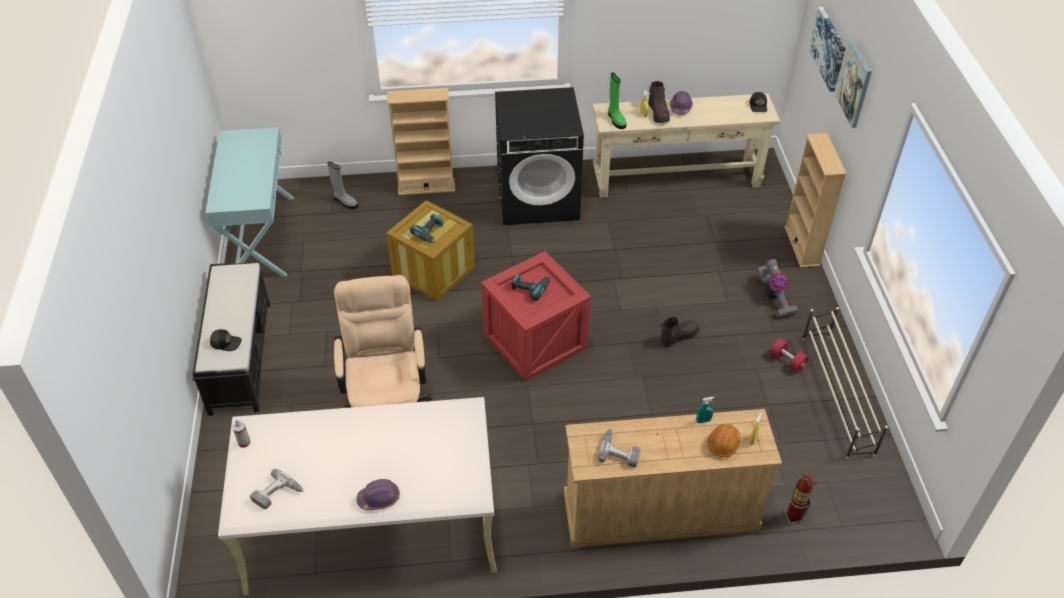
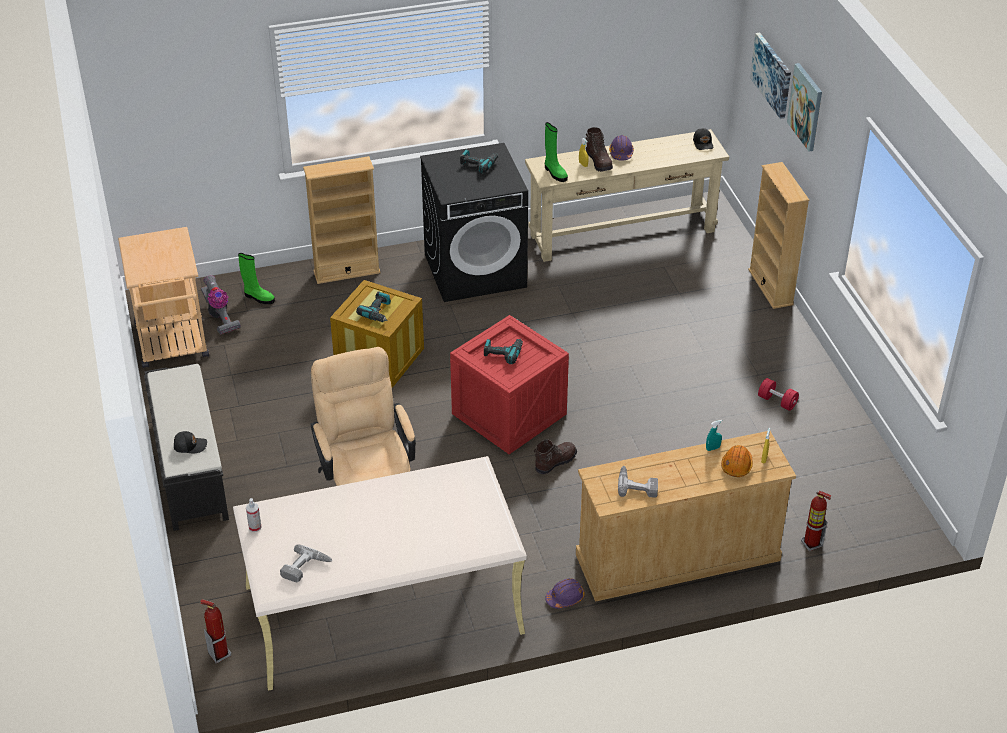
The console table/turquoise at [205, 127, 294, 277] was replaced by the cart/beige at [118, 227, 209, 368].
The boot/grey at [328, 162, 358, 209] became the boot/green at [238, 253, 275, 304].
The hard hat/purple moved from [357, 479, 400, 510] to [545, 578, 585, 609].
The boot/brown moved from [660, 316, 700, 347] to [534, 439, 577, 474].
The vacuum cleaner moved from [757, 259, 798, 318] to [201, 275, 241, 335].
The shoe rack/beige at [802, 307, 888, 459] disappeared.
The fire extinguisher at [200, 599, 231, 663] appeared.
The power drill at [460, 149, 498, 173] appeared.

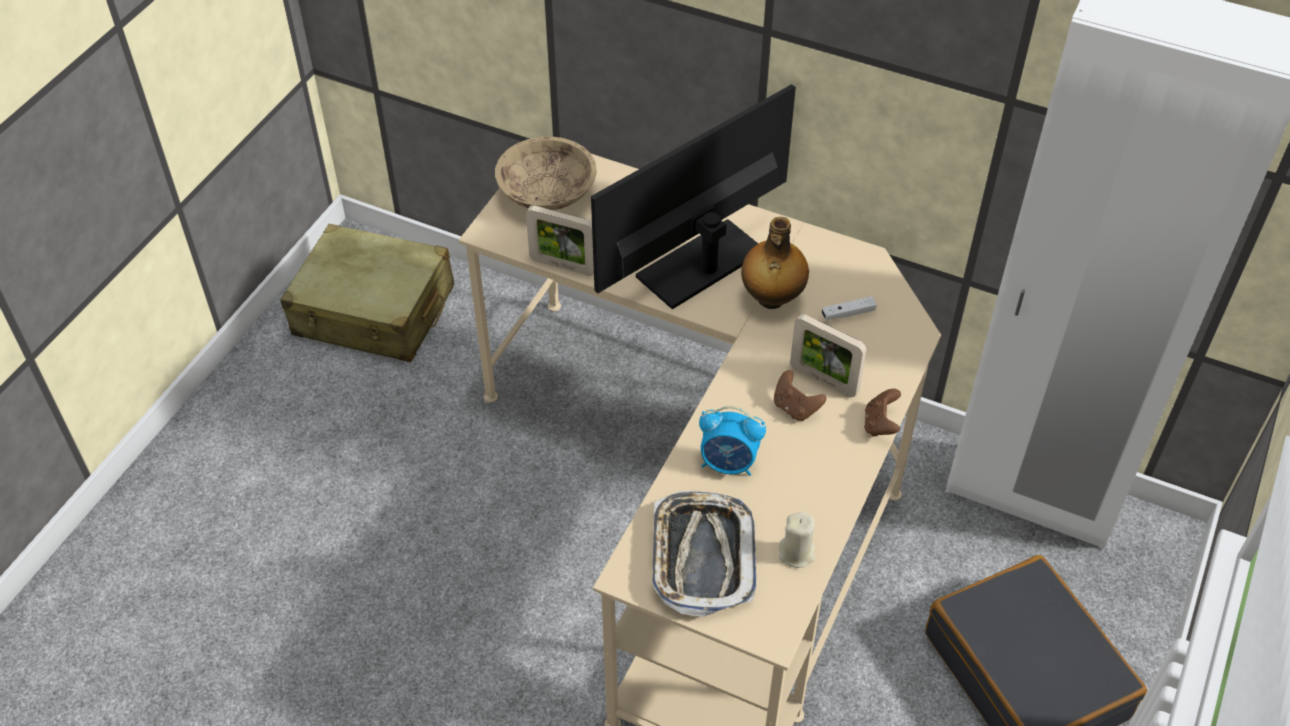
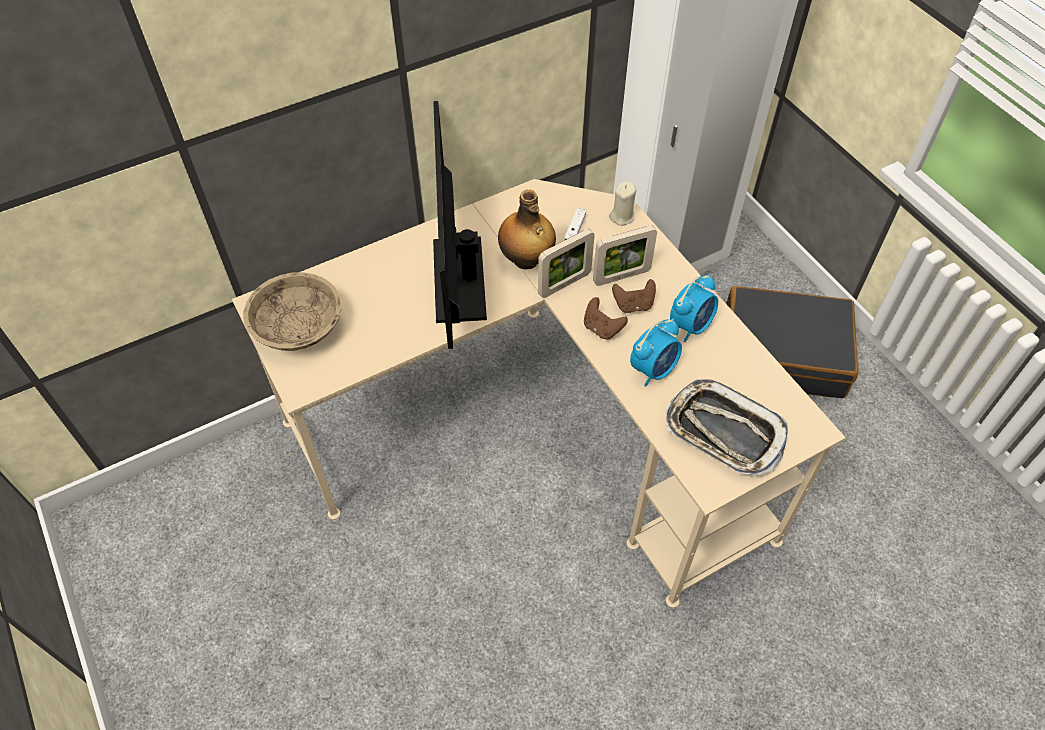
The suitcase/beige at [280, 224, 454, 362] disappeared.
The picture frame moved from [526, 205, 594, 276] to [538, 229, 595, 298].
The candle/beige moved from [779, 512, 815, 568] to [609, 181, 636, 226].
The game controller/brown moved from [864, 389, 901, 437] to [584, 297, 628, 340].
The alarm clock at [670, 274, 718, 342] appeared.

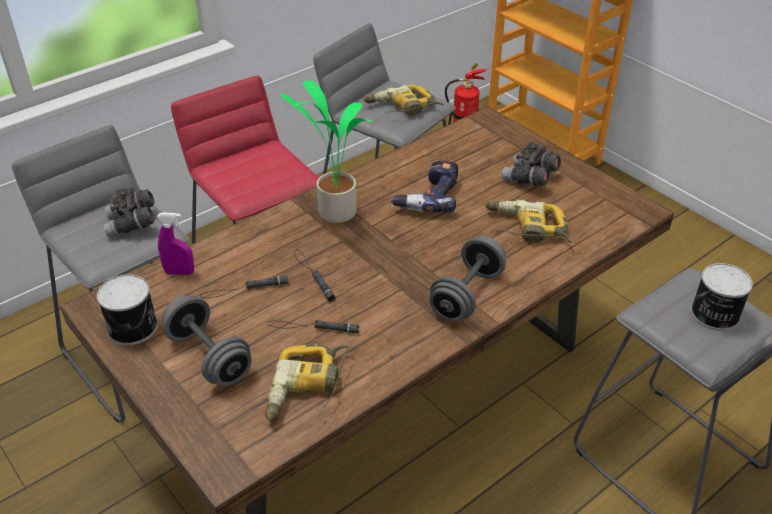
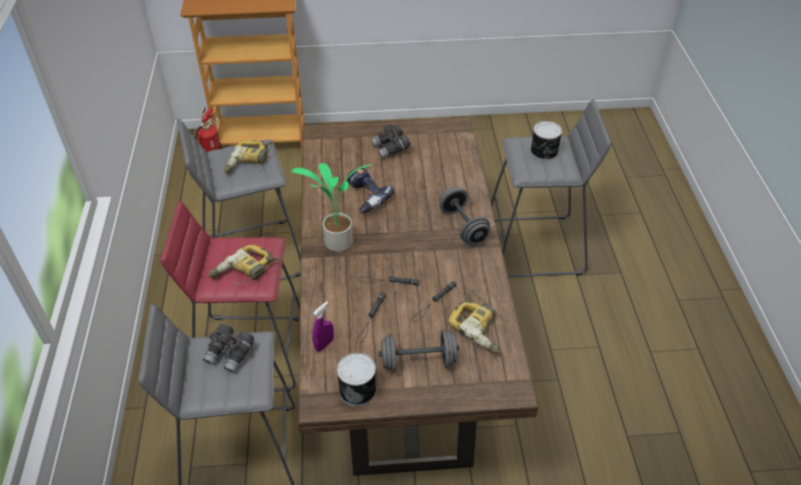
The power drill moved from [485, 199, 572, 243] to [208, 245, 283, 286].

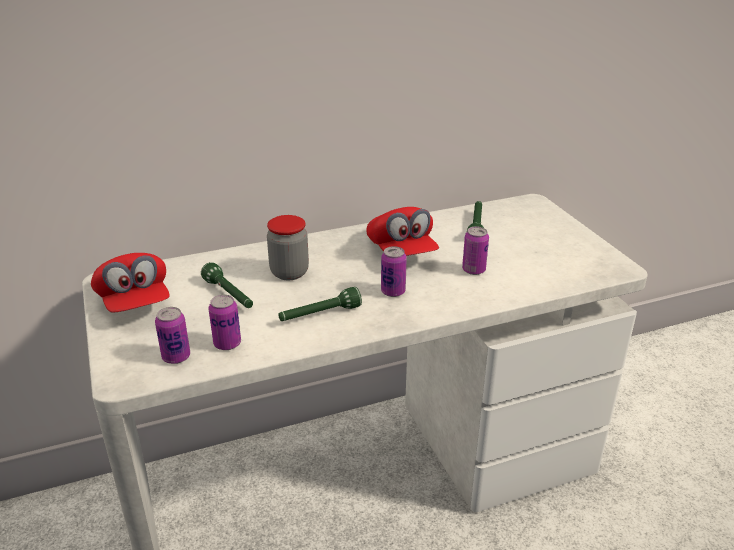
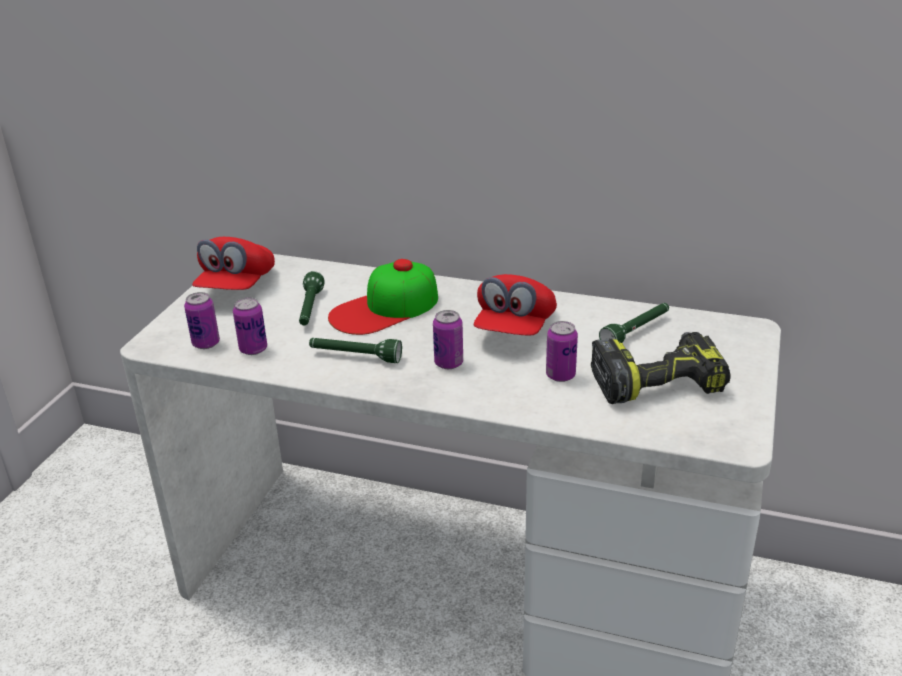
The jar at [267, 215, 309, 280] was replaced by the cap at [328, 259, 438, 335].
The power drill at [591, 332, 731, 404] appeared.

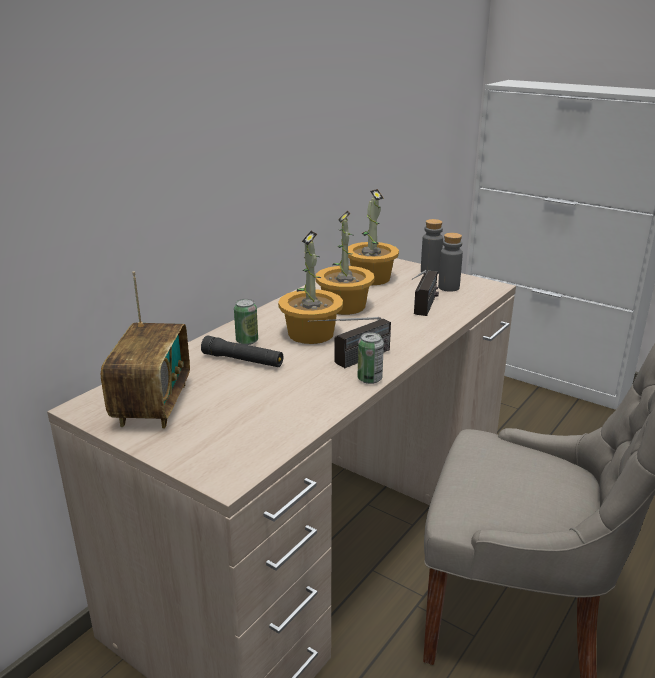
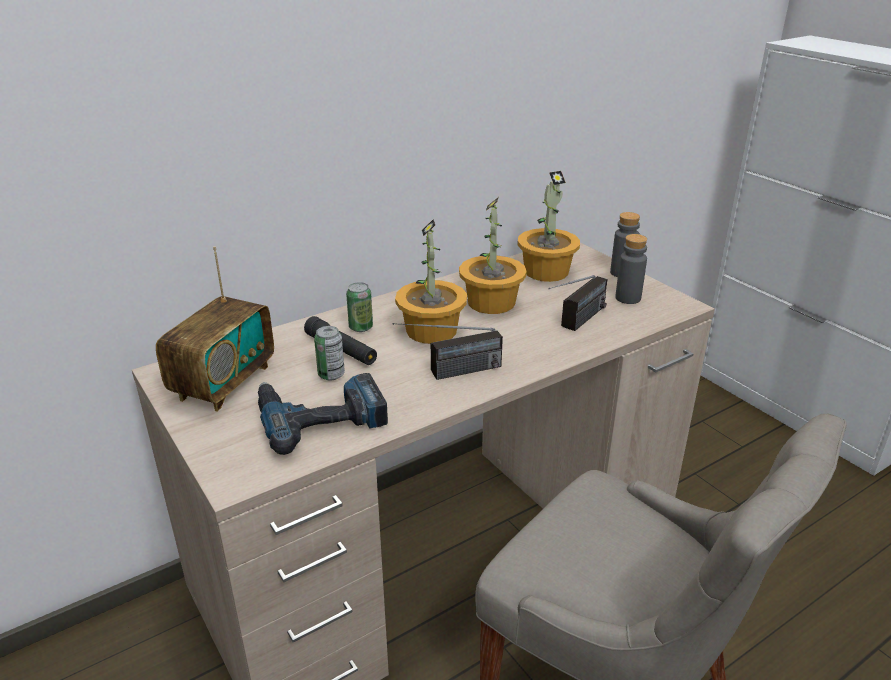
The can moved from [358, 333, 384, 384] to [314, 326, 345, 380].
The power drill at [258, 373, 388, 455] appeared.

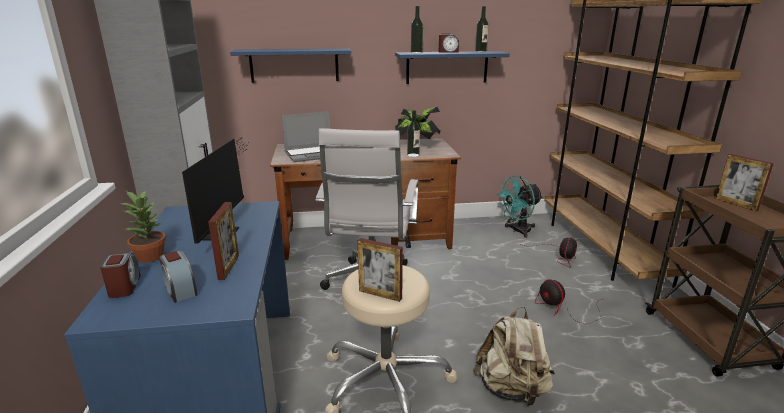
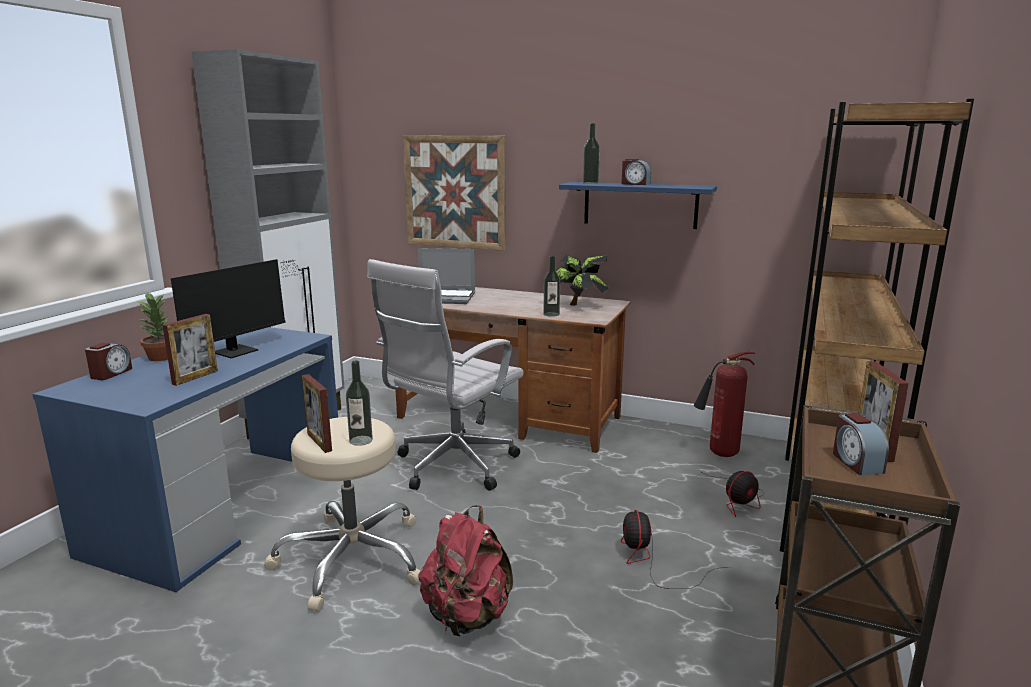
The alarm clock moved from [159, 251, 198, 303] to [833, 413, 889, 475].
The shelf/blue at [230, 48, 351, 83] was replaced by the picture at [403, 135, 506, 251].
The backpack/beige at [473, 306, 555, 406] became the backpack/red at [418, 505, 513, 636].
The bottle moved from [475, 6, 489, 52] to [346, 361, 373, 446].
The fan/turquoise at [495, 176, 543, 238] was replaced by the fire extinguisher at [694, 352, 755, 457].

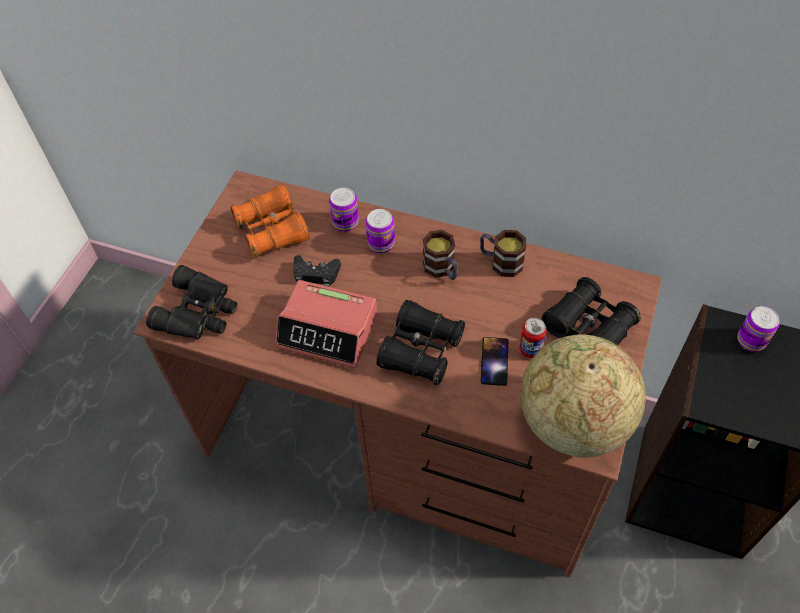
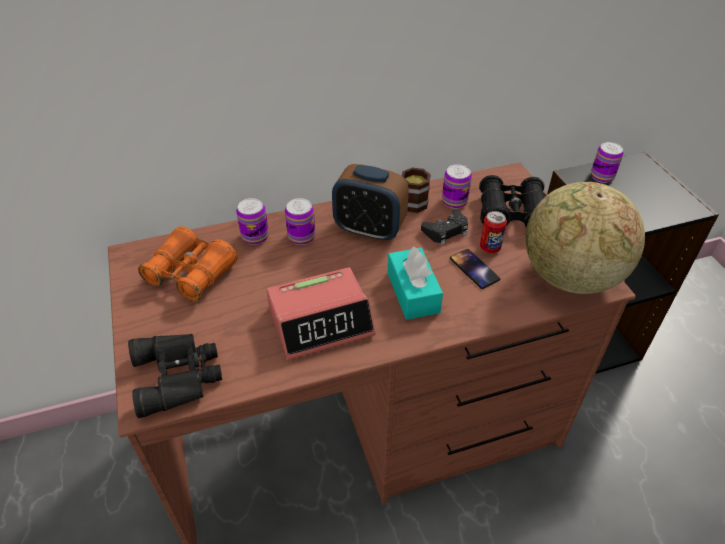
The game controller/black moved from [293, 255, 341, 287] to [421, 210, 468, 245].
The binoculars/black at [377, 300, 465, 385] was replaced by the tissue box/turquoise at [388, 246, 443, 320].
The mug at [423, 230, 458, 280] was replaced by the alarm clock at [332, 164, 409, 242].
The can at [442, 164, 472, 209] appeared.

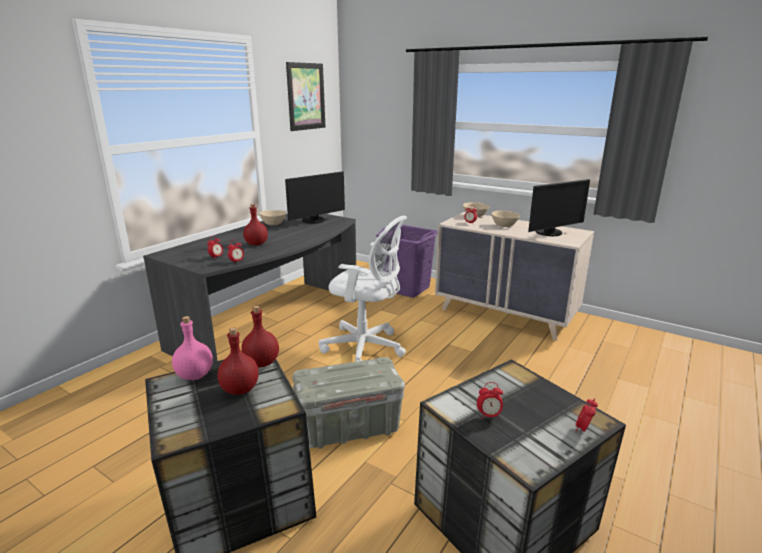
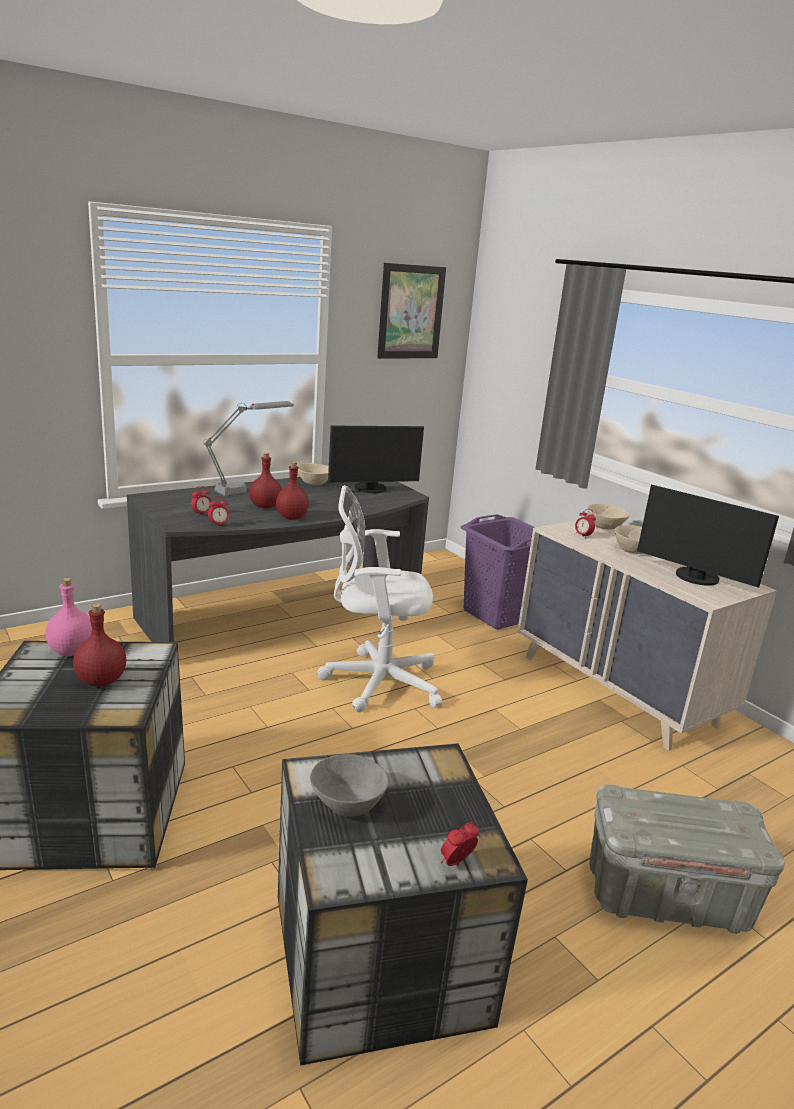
The bottle/red moved from [241, 306, 279, 368] to [276, 462, 309, 519].
The storage box/grey moved from [293, 357, 405, 449] to [589, 785, 785, 934].
The office chair/white at [319, 215, 407, 362] turned 135 degrees clockwise.
The alarm clock at [477, 382, 503, 420] was replaced by the bowl/grey at [310, 754, 389, 817].
The monitor at [528, 179, 590, 236] turned 45 degrees clockwise.
The table lamp/grey at [203, 401, 294, 496] appeared.

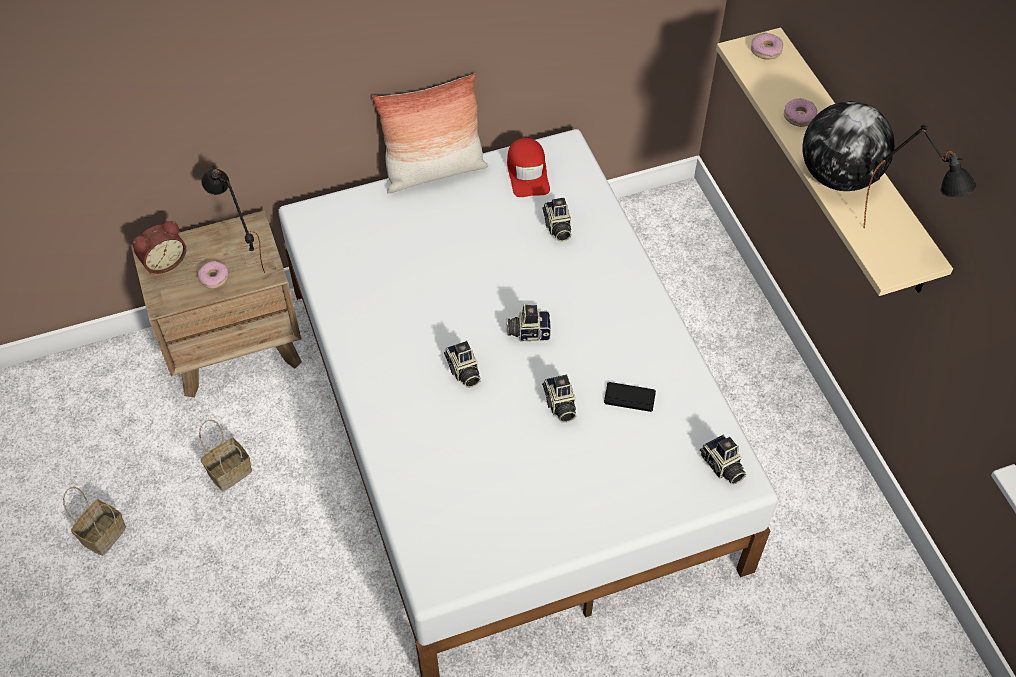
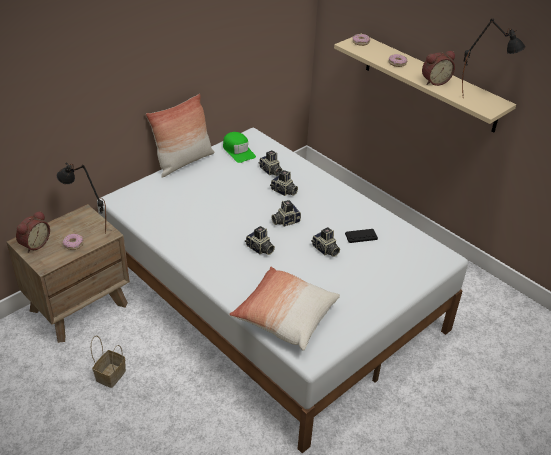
The basket at [63, 487, 126, 556] disappeared.
The cap/red at [507, 138, 550, 197] became the cap/green at [223, 132, 256, 163].
The photo camera moved from [700, 434, 746, 485] to [270, 170, 298, 196].
The globe at [803, 101, 895, 191] was replaced by the alarm clock at [422, 51, 455, 86].
The pillow at [229, 267, 340, 351] appeared.

